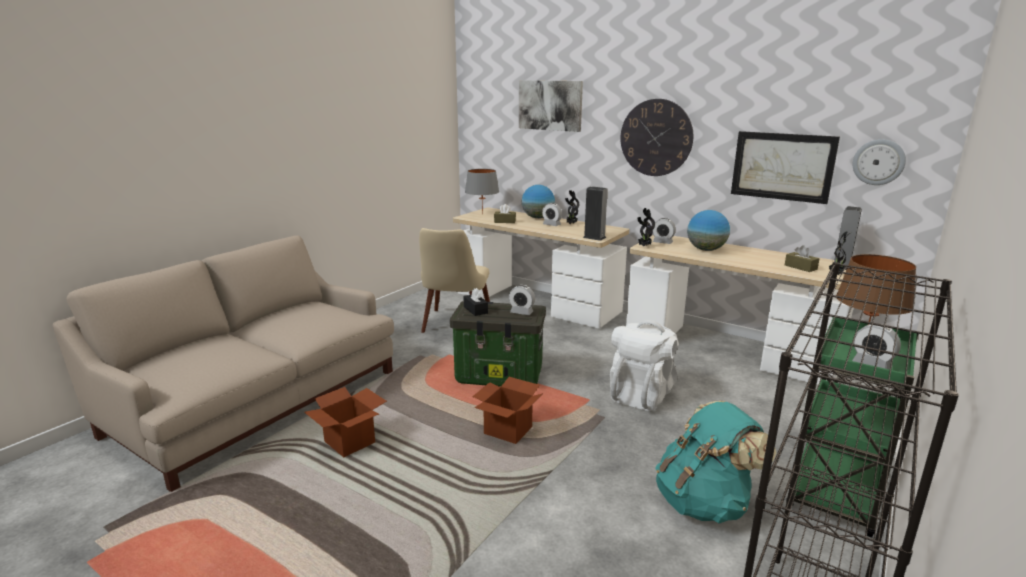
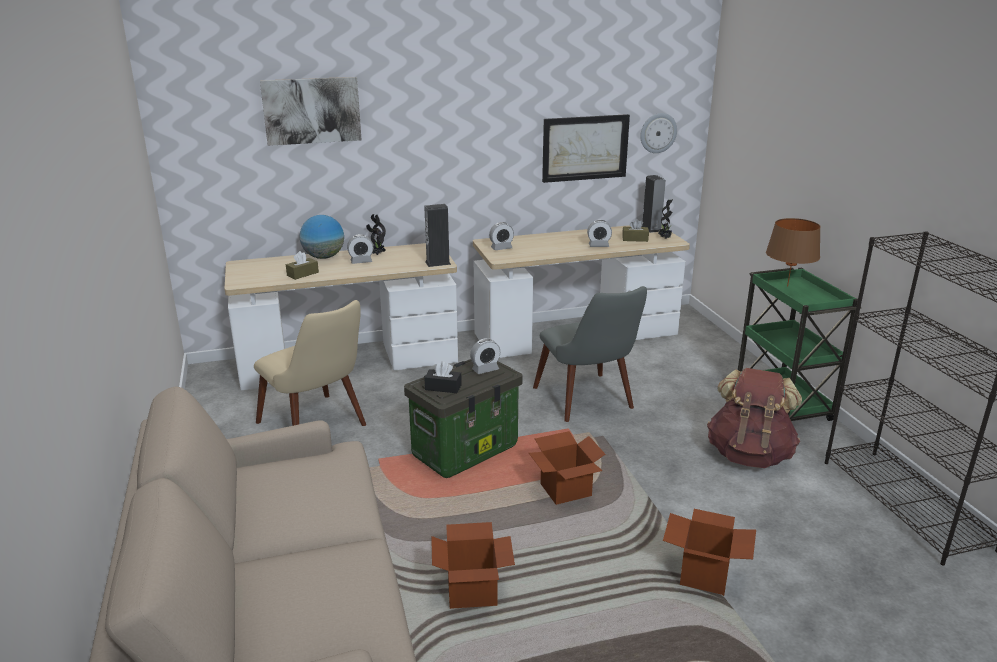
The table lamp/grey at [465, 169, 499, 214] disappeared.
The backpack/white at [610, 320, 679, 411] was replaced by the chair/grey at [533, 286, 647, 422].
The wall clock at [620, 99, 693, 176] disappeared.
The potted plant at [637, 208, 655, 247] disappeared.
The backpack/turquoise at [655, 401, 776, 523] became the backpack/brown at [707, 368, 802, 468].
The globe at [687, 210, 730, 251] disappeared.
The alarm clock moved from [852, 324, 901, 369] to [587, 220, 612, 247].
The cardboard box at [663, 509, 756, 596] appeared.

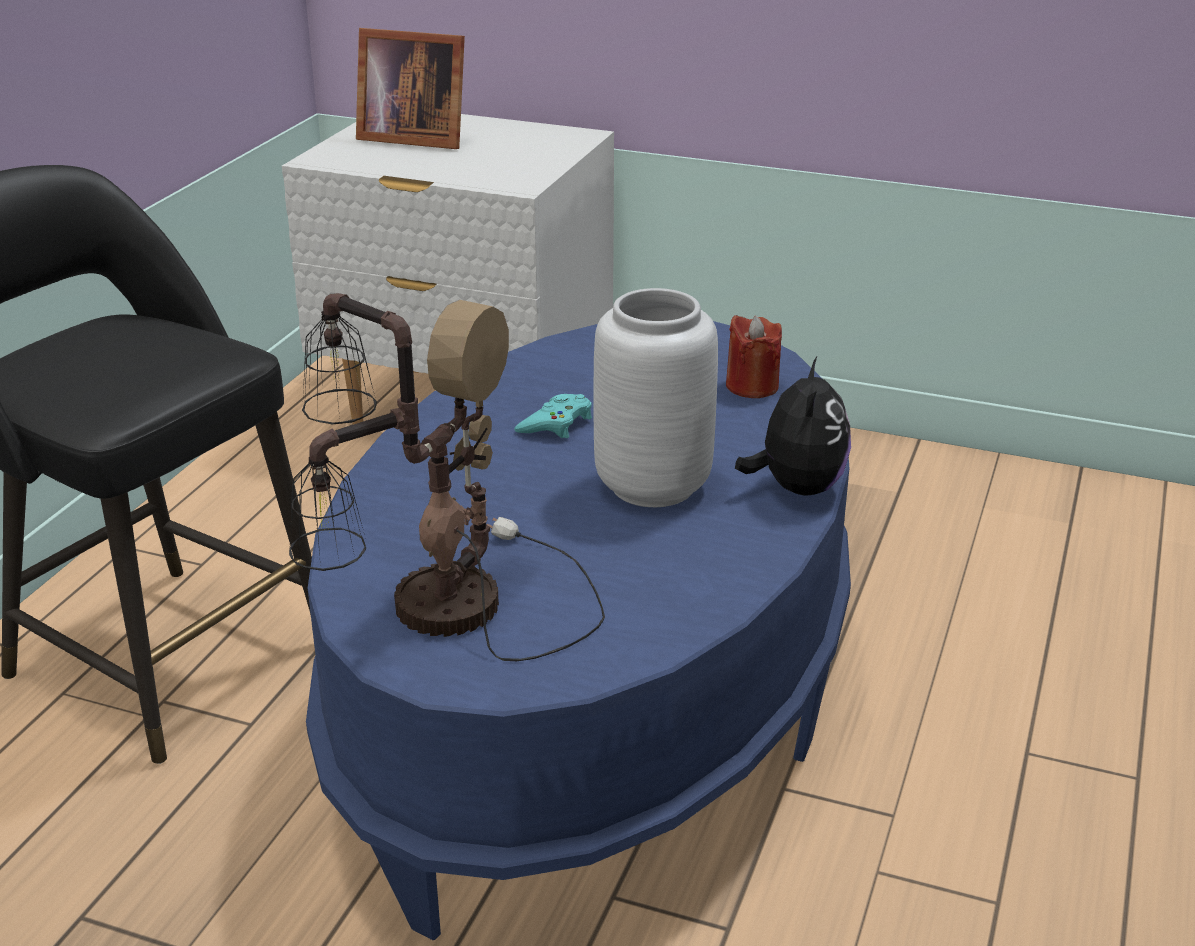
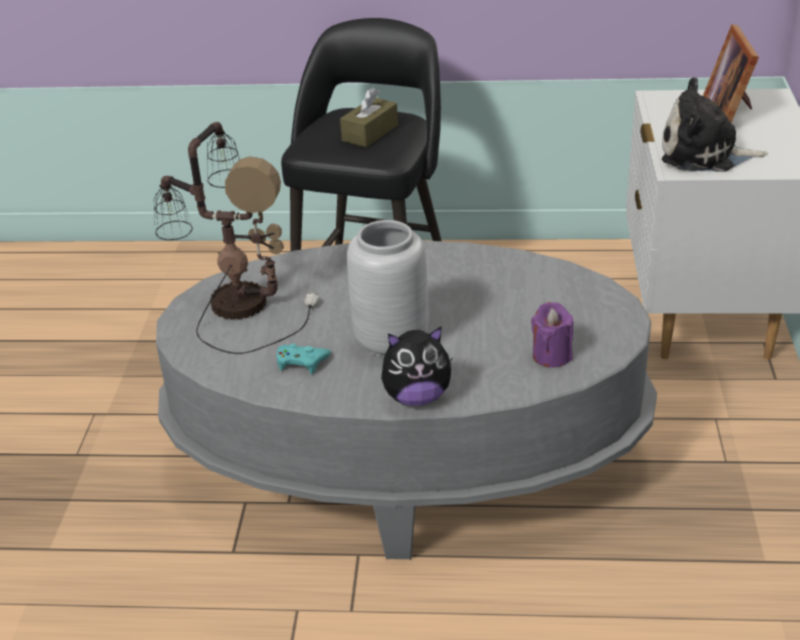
The coffee table/blue at [306, 321, 851, 940] became the coffee table/grey at [156, 241, 657, 559].
The game controller/turquoise moved from [514, 394, 592, 438] to [277, 344, 331, 374].
The candle/red at [726, 315, 782, 398] became the candle/purple at [531, 302, 573, 367].
The tissue box/brown at [340, 88, 398, 147] appeared.
The plush toy at [662, 77, 768, 172] appeared.

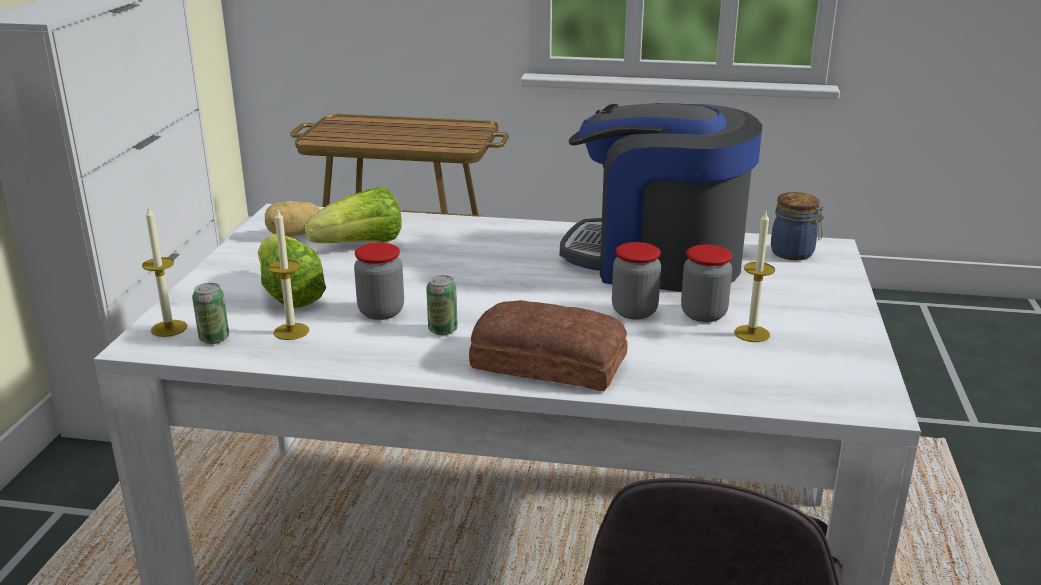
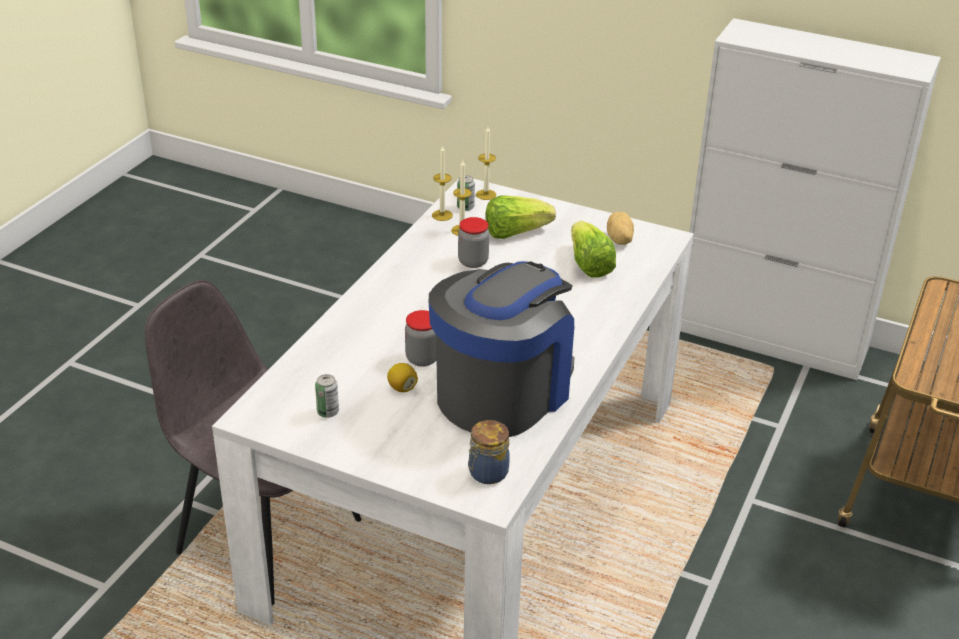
The can moved from [426, 275, 457, 335] to [315, 374, 339, 418].
The bread at [469, 300, 628, 391] disappeared.
The jar at [681, 244, 732, 322] was replaced by the lemon at [387, 363, 418, 392].
The candle moved from [734, 212, 775, 342] to [432, 145, 453, 221].

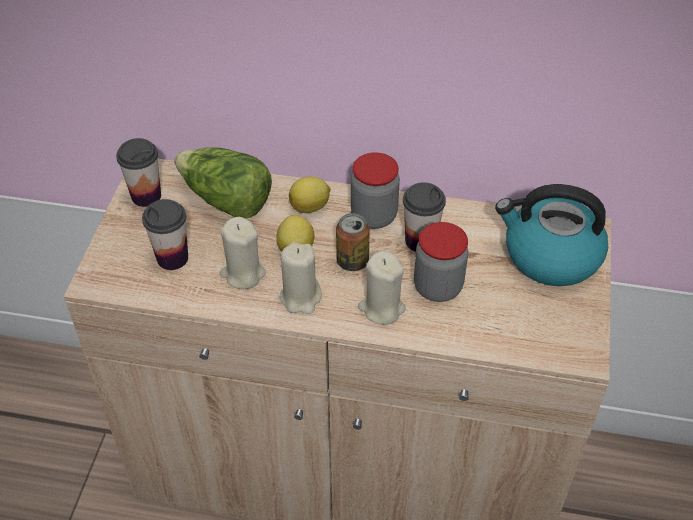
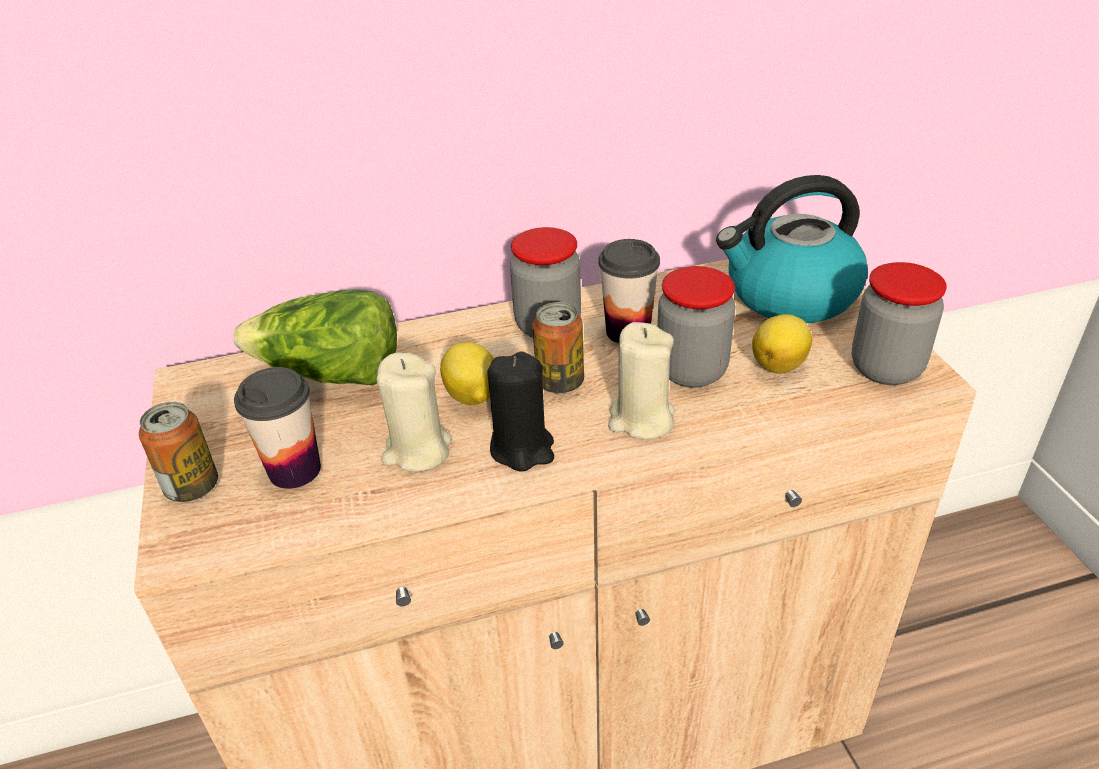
The cup at [116, 138, 161, 207] disappeared.
The candle/beige at [279, 242, 322, 314] became the candle/black at [487, 351, 554, 472].
The lemon moved from [289, 177, 331, 213] to [752, 314, 812, 374].
The can at [139, 402, 218, 502] appeared.
The jar at [852, 262, 947, 385] appeared.

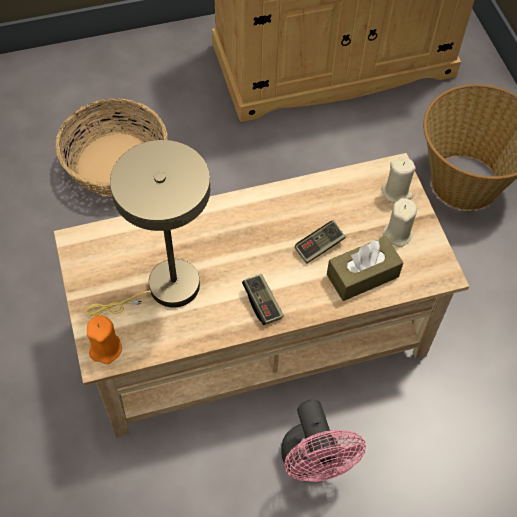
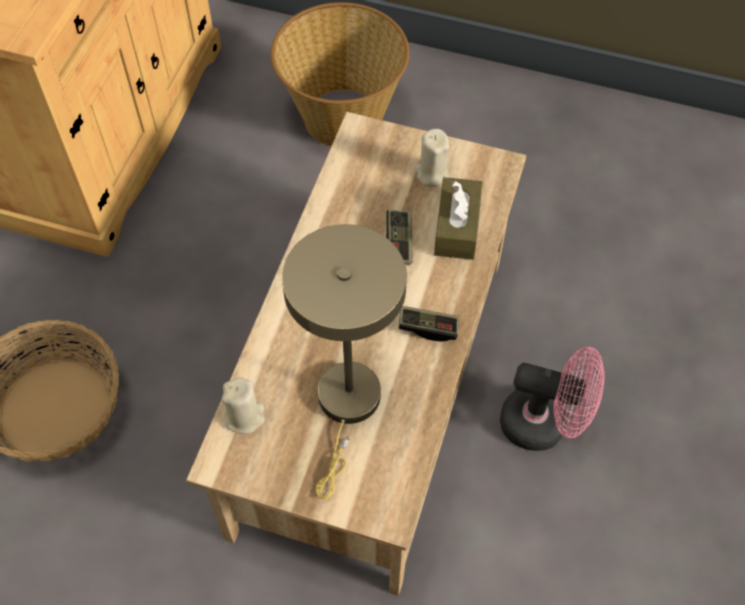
The candle/orange at [87, 315, 122, 364] disappeared.
The candle/beige moved from [382, 156, 416, 203] to [222, 377, 265, 434].

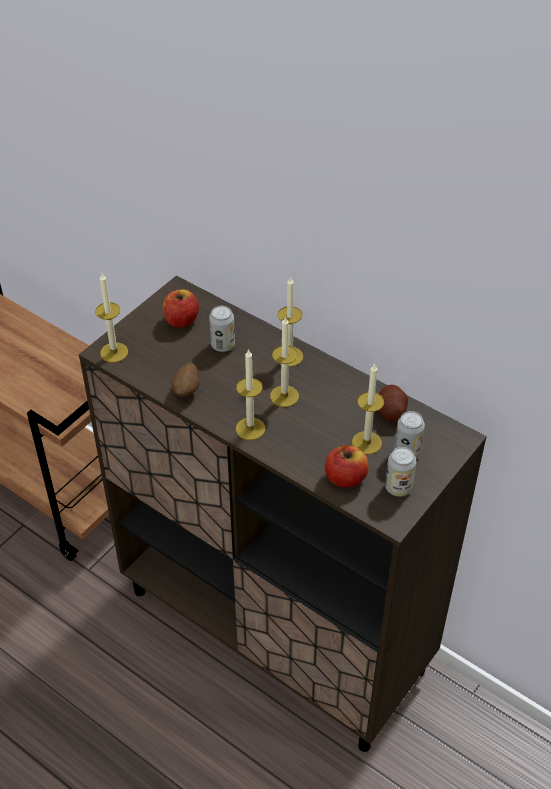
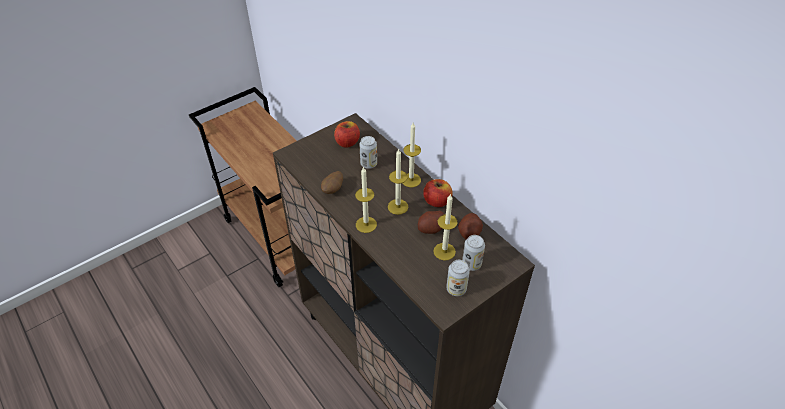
The candle at [95, 273, 128, 362] disappeared.
The apple moved from [325, 445, 369, 488] to [423, 179, 453, 207].
The potato at [418, 211, 445, 234] appeared.

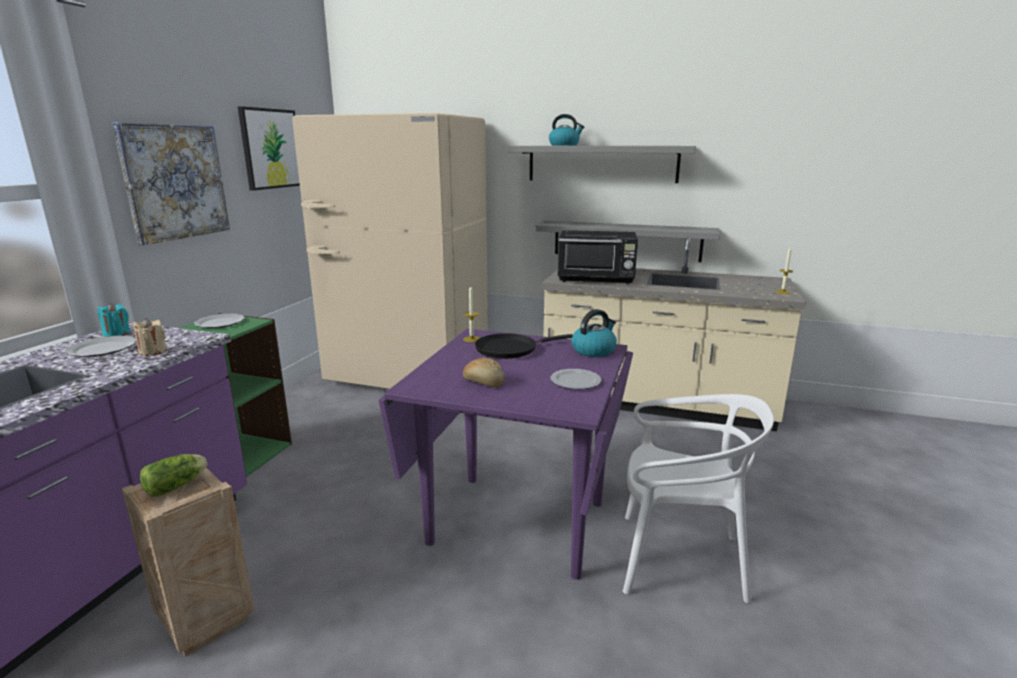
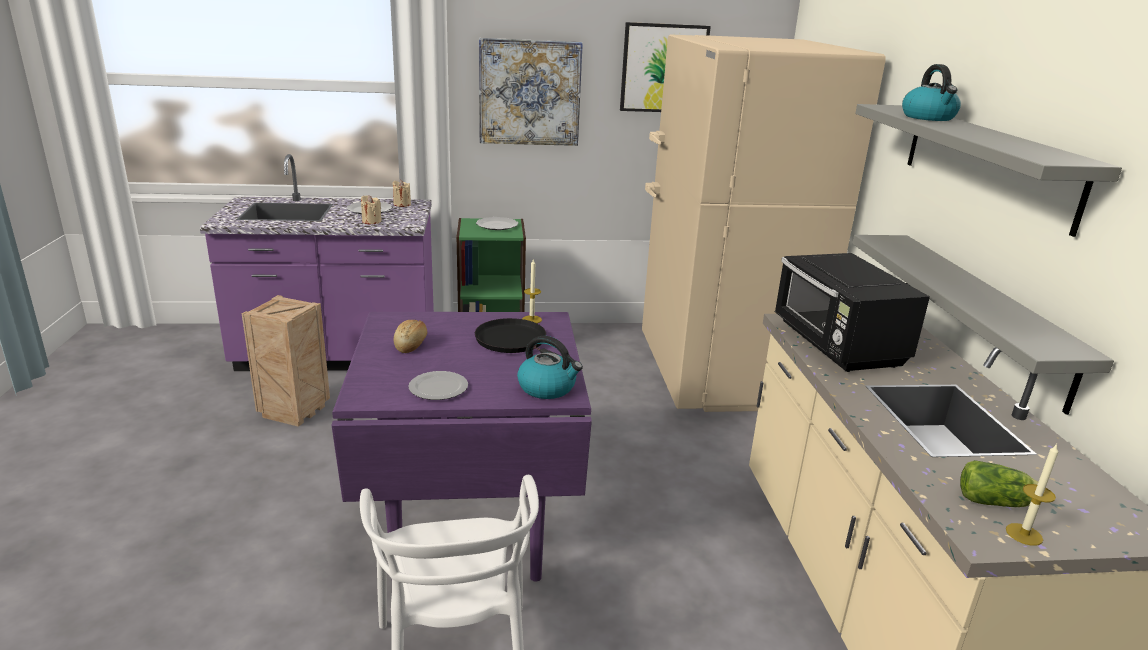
The candle/turquoise at [97, 303, 130, 337] became the candle/beige at [393, 180, 411, 207].
The lettuce moved from [140, 454, 207, 496] to [960, 460, 1038, 507].

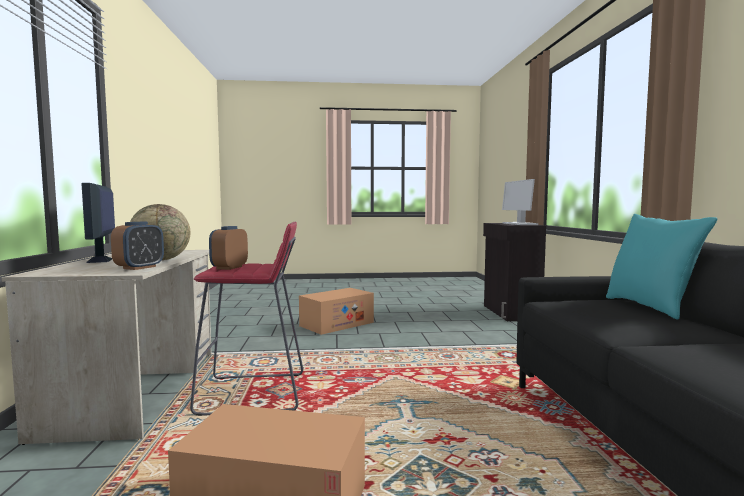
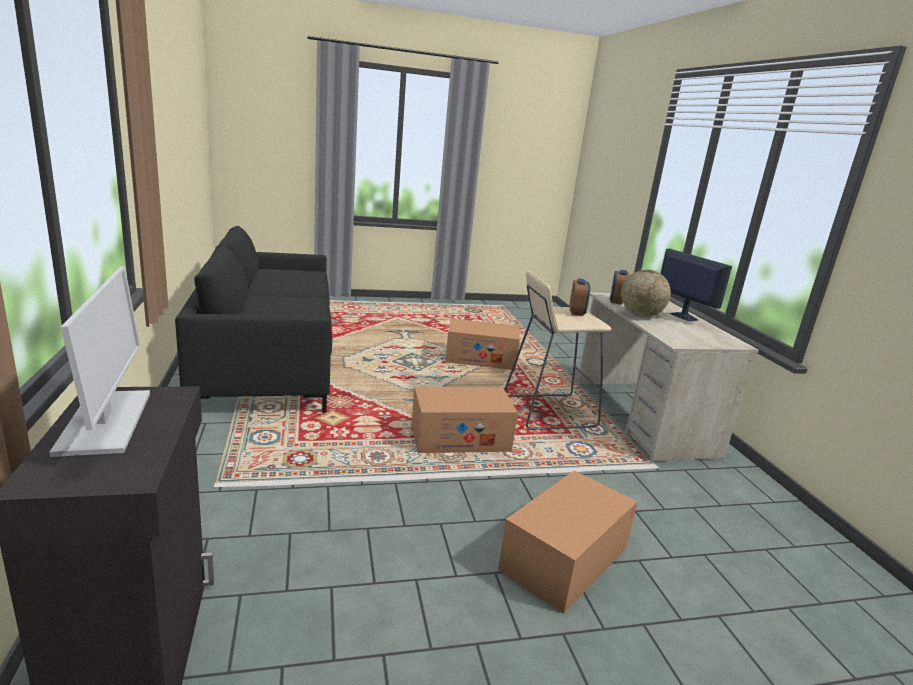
The stool/red at [190, 222, 303, 416] became the stool/beige at [504, 271, 612, 430].
The pillow/turquoise at [606, 214, 717, 320] disappeared.
The cardboard box at [411, 387, 518, 453] appeared.

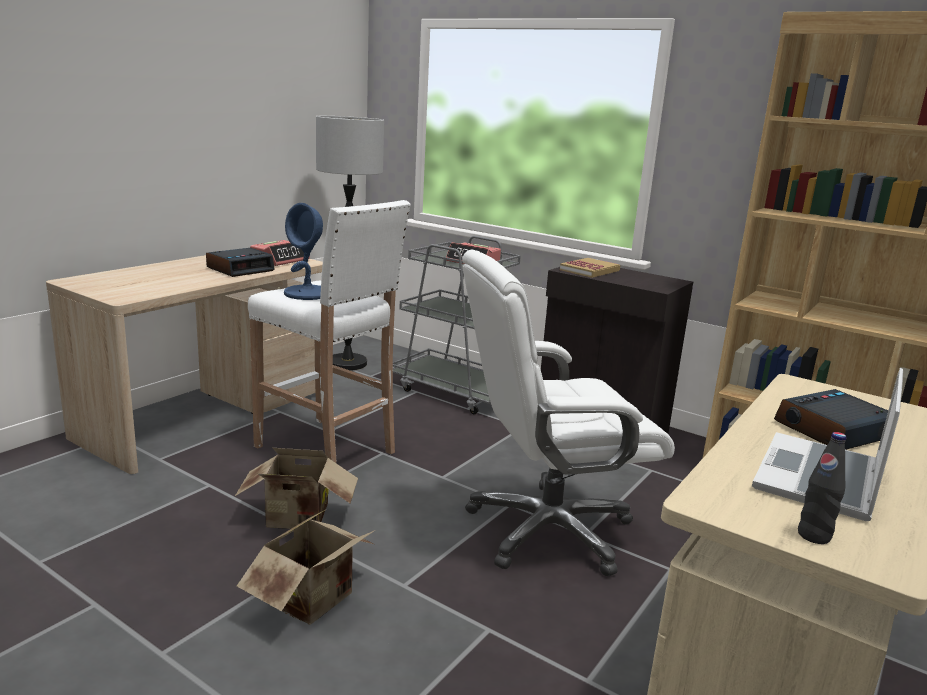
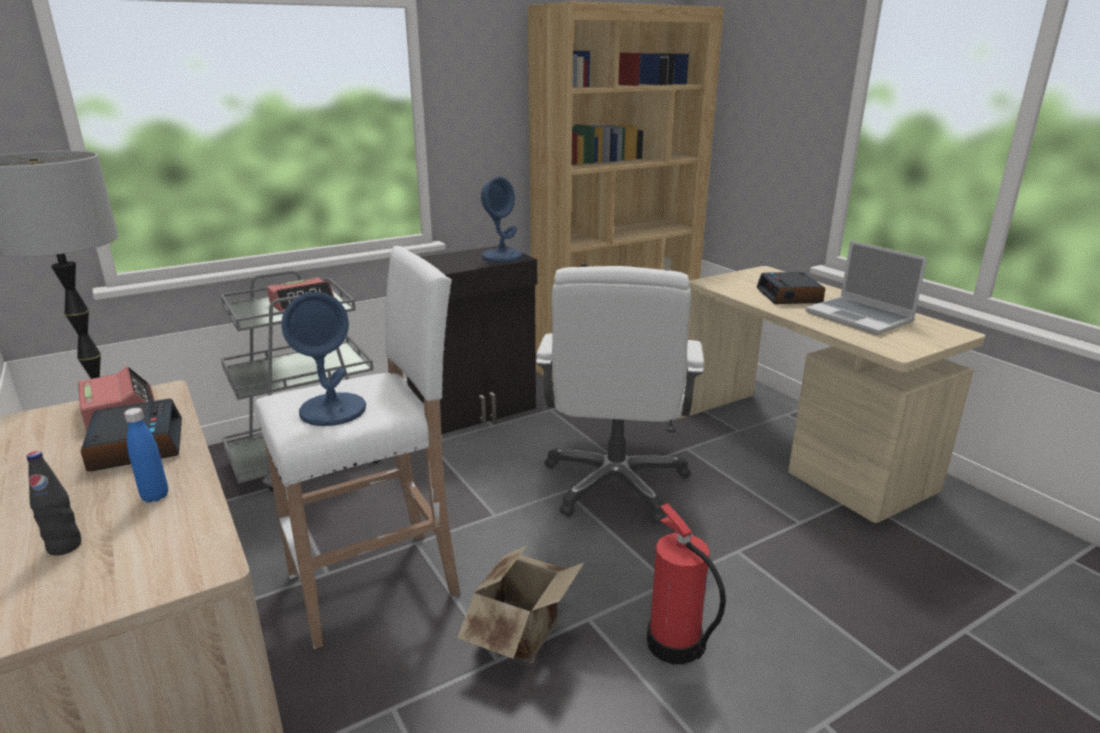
The cardboard box at [237, 509, 375, 625] was replaced by the fire extinguisher at [647, 503, 726, 664].
The book at [560, 258, 620, 278] disappeared.
The bottle/black moved from [798, 432, 846, 544] to [27, 451, 81, 555].
The bottle/blue at [124, 408, 168, 503] appeared.
The table lamp/blue at [481, 177, 523, 262] appeared.

